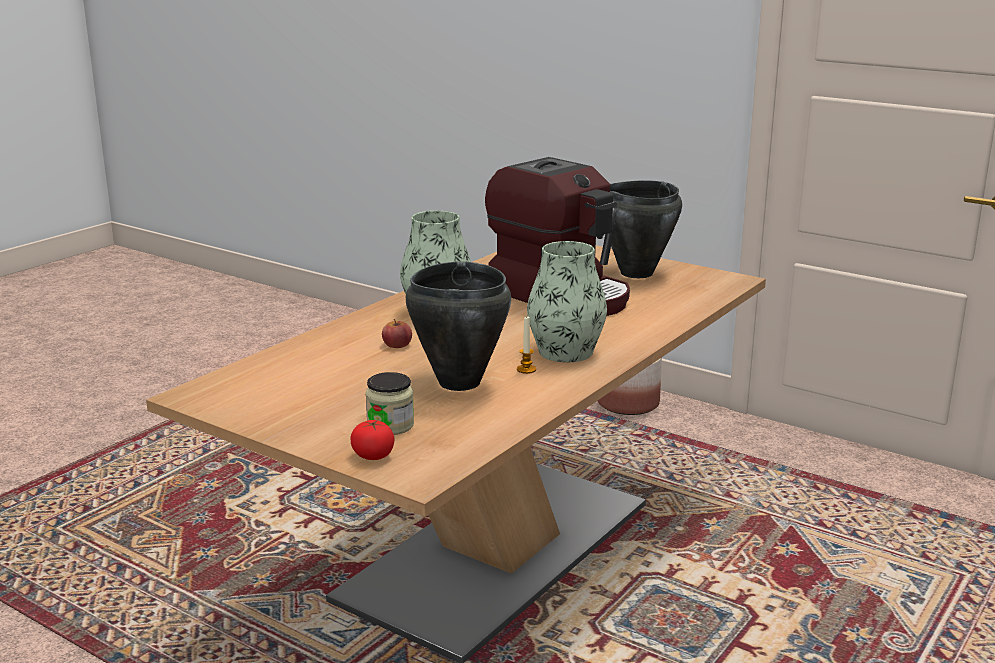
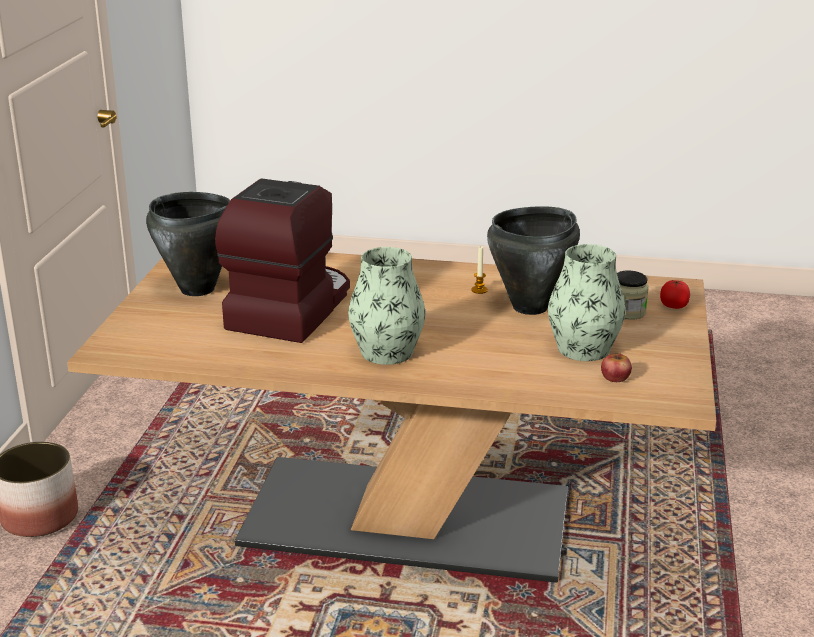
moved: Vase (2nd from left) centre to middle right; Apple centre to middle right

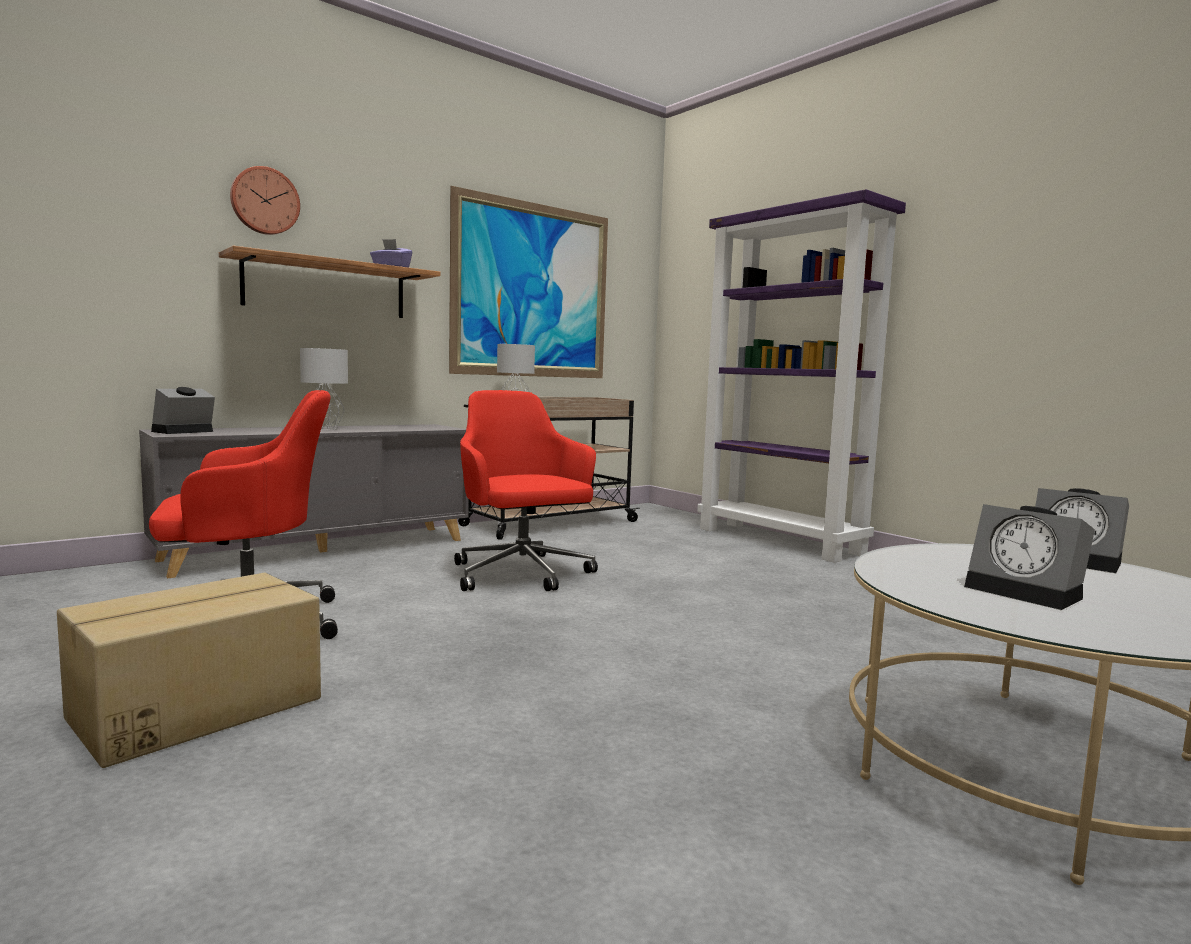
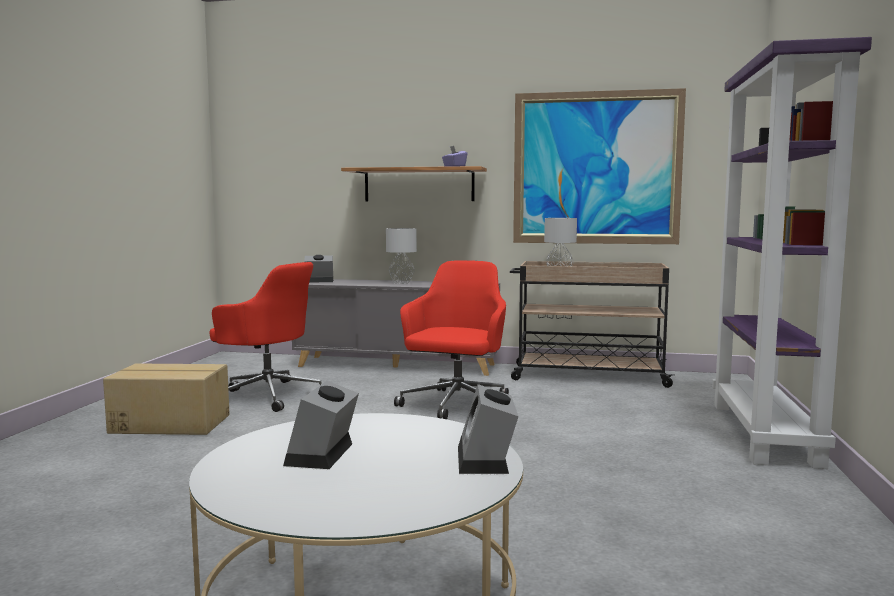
removed: WallClock top left

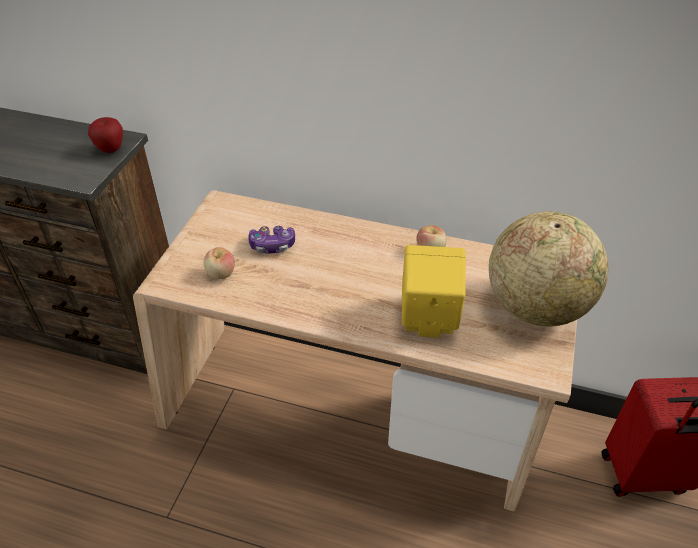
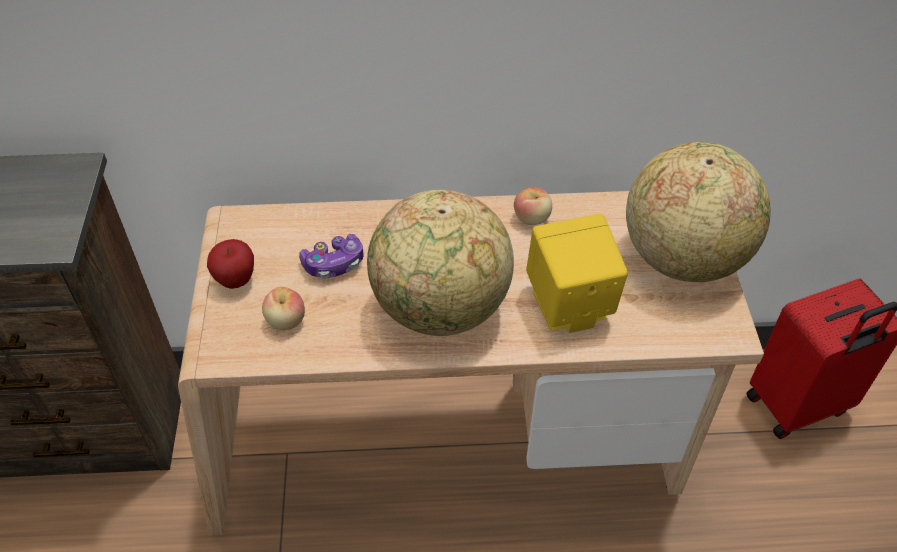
added: Globe (1st from left) centre
moved: Apple (1st from left) top left to middle left

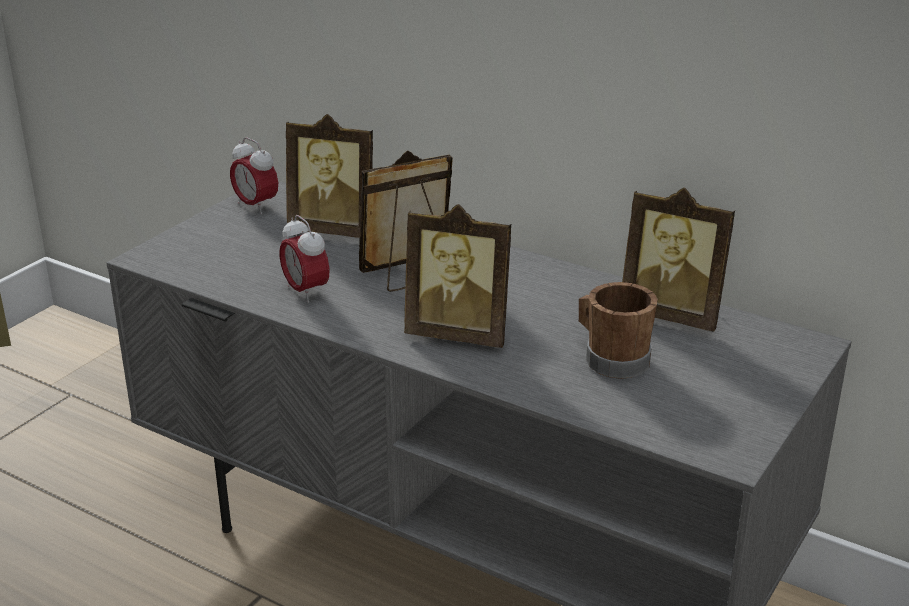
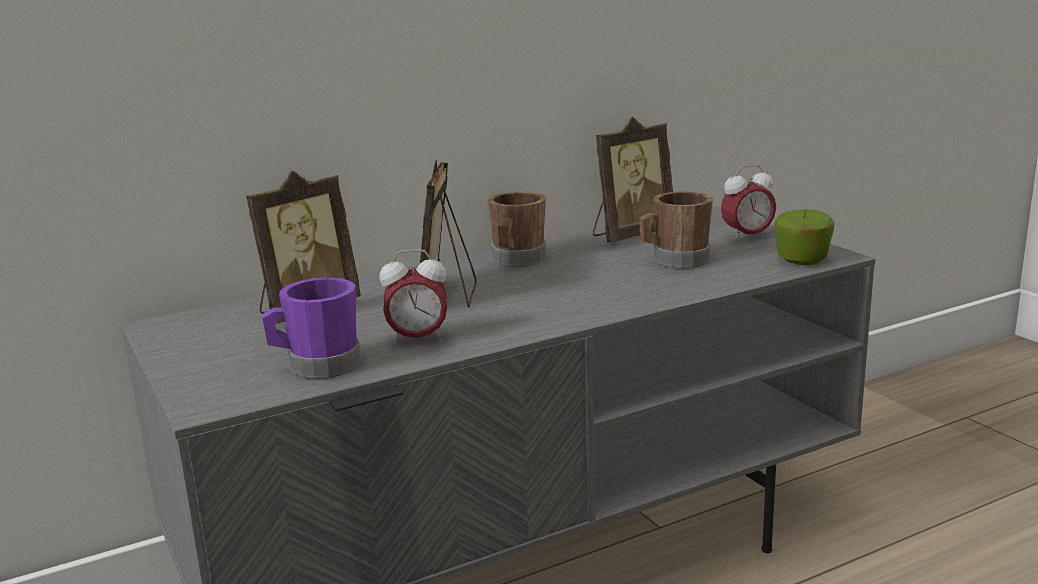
removed: PictureFrame (3rd from left) centre
added: BrownMug (1st from left) centre; Apple middle right; PurpleMug middle left
moved: AlarmClock (1st from left in the first image) top left to AlarmClock (2nd from left) middle right

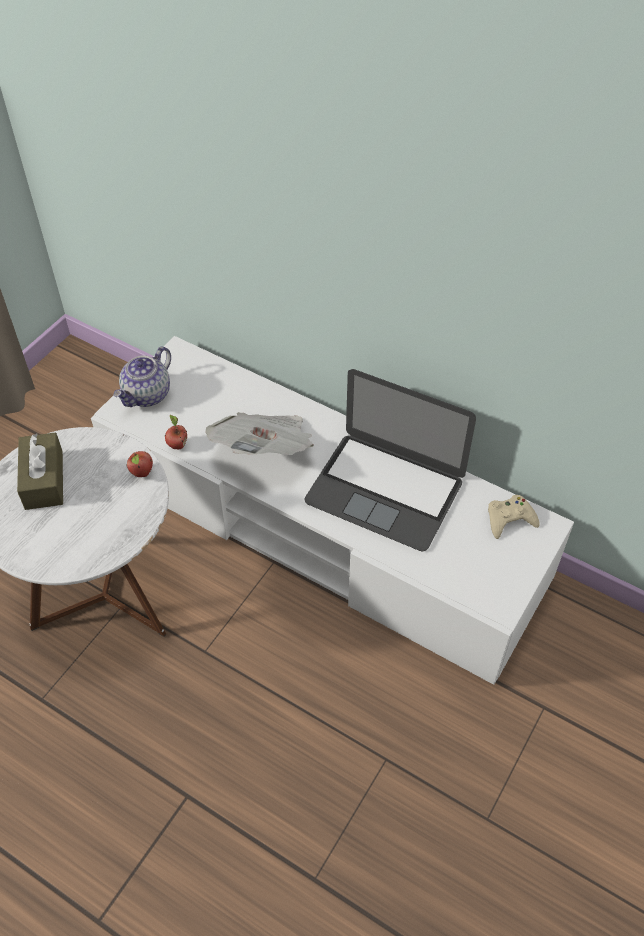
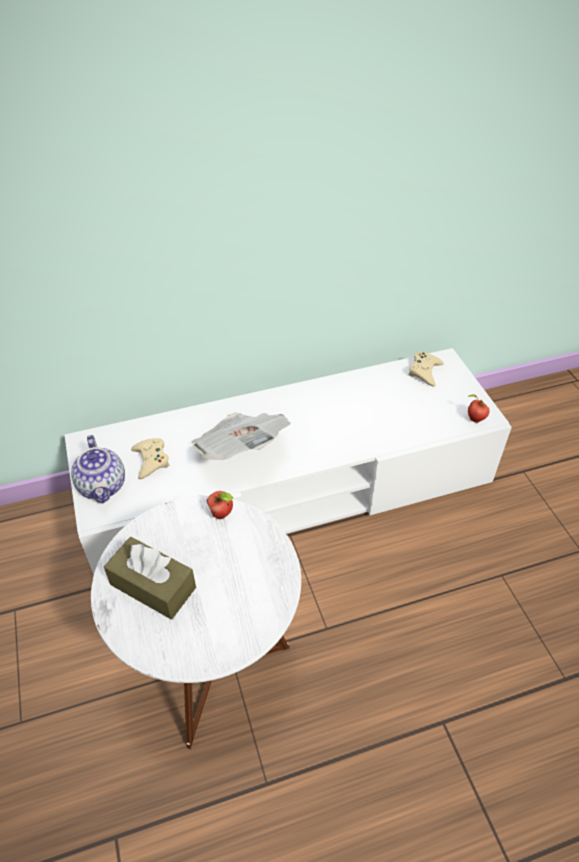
removed: Laptop centre
added: BeigeGameController (1st from left) middle left
moved: Apple (2nd from left) middle left to middle right

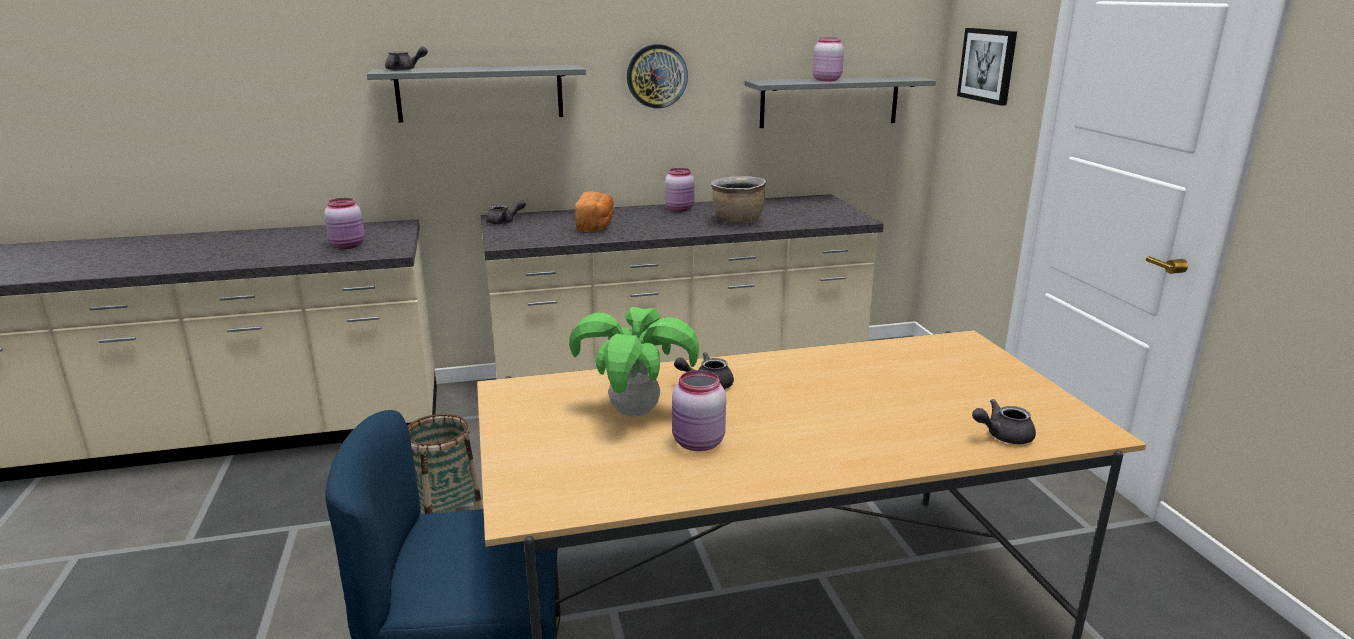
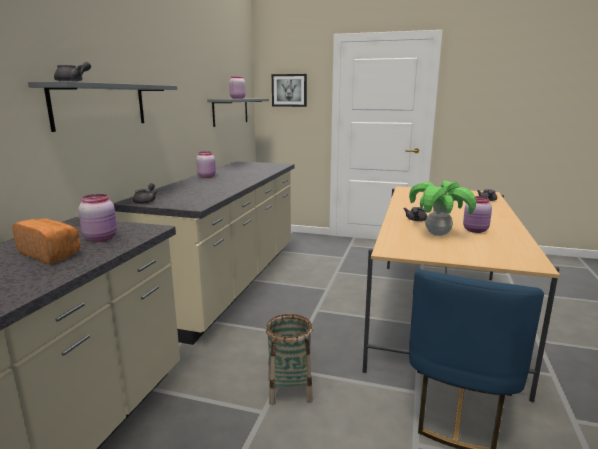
removed: WallClock top centre; BrownCookingPot top centre
moved: Bread top centre to middle left

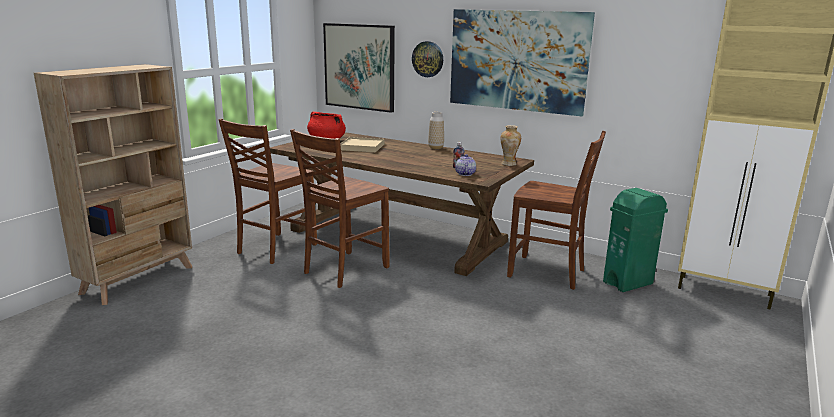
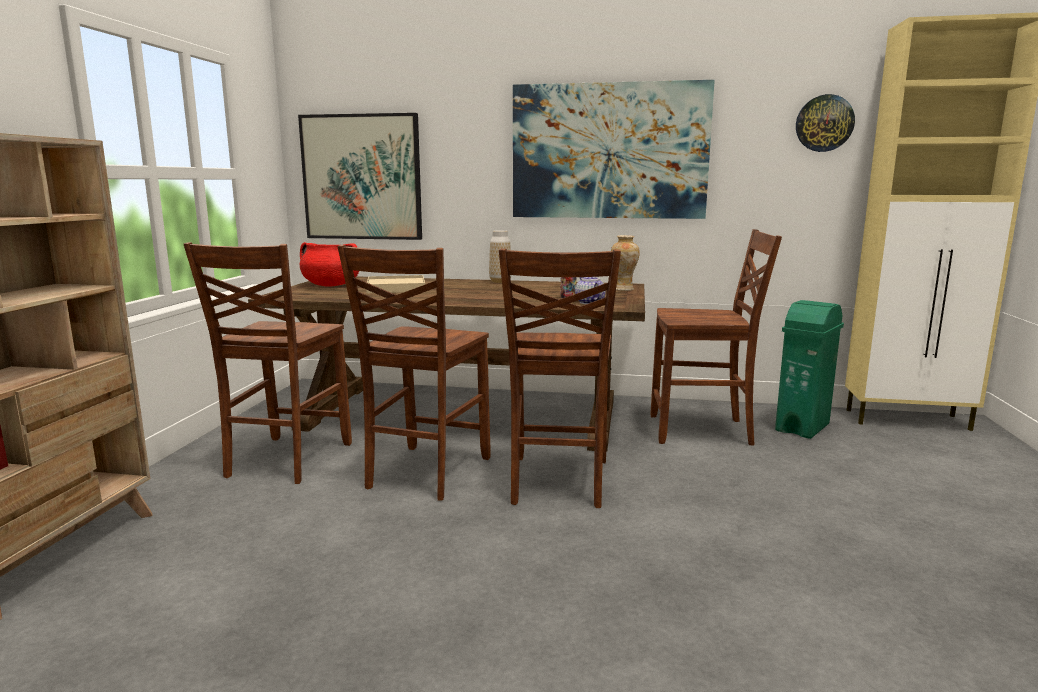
added: BrownChair (3rd from left) centre
moved: WallClock top centre to top right

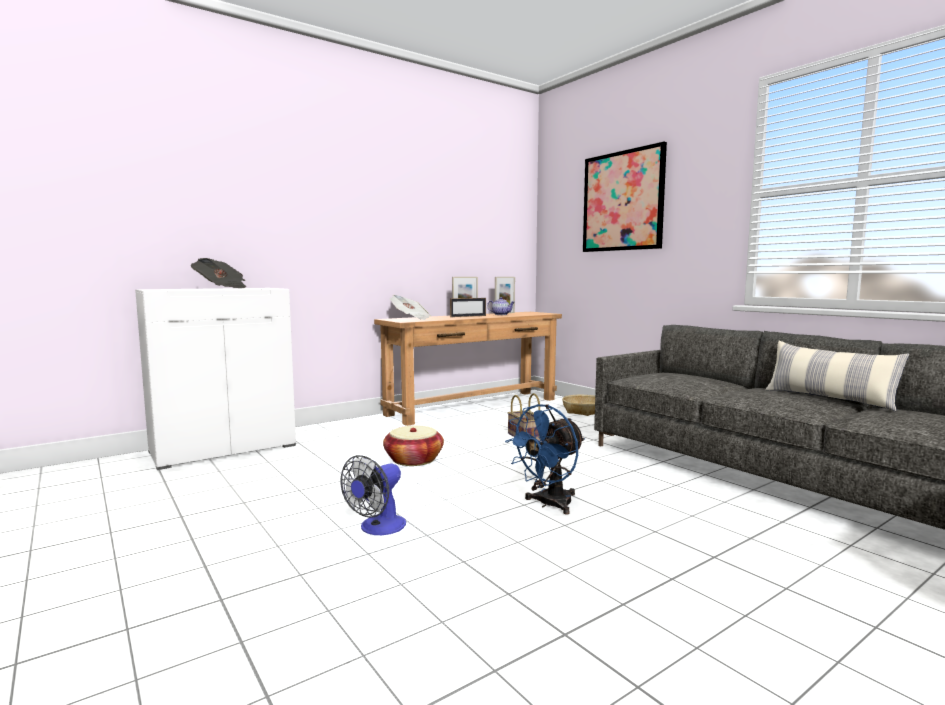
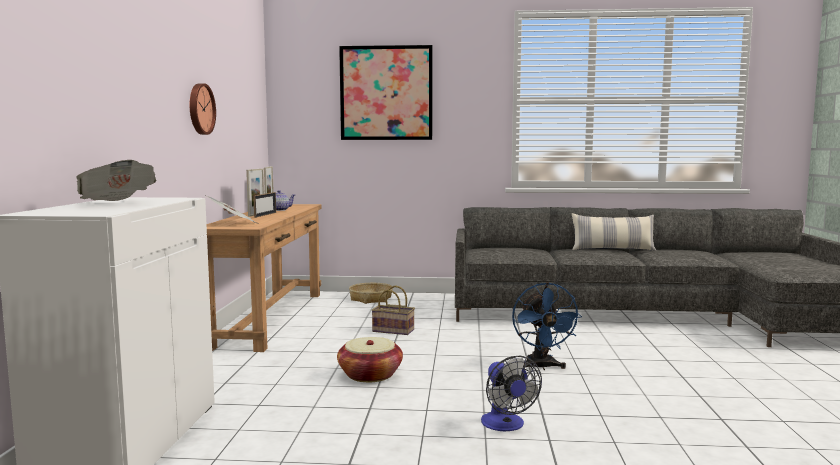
added: WallClock top left

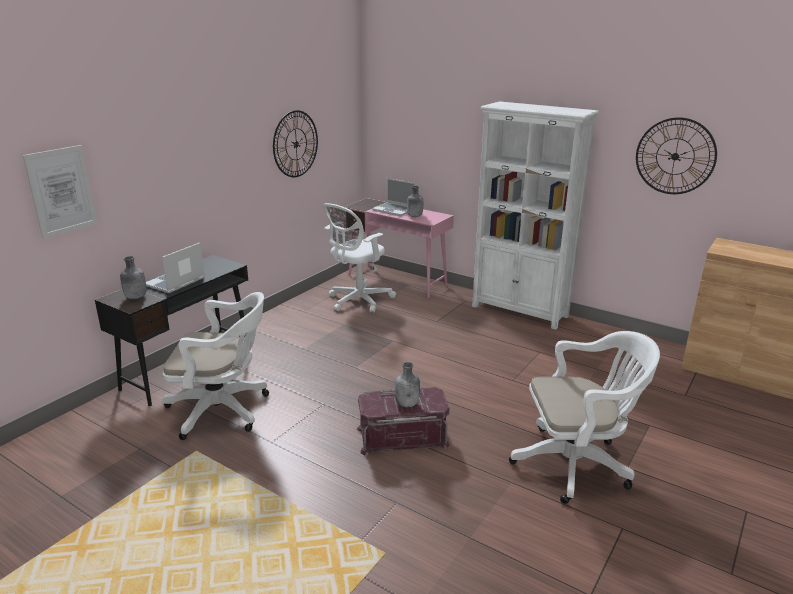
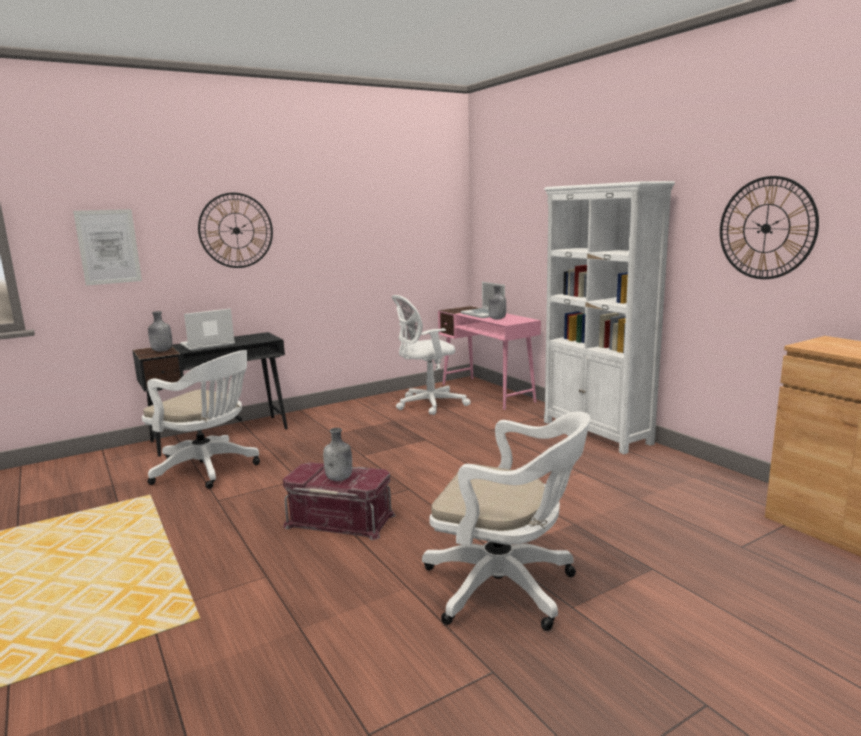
moved: WallClock (1st from left) top centre to top left

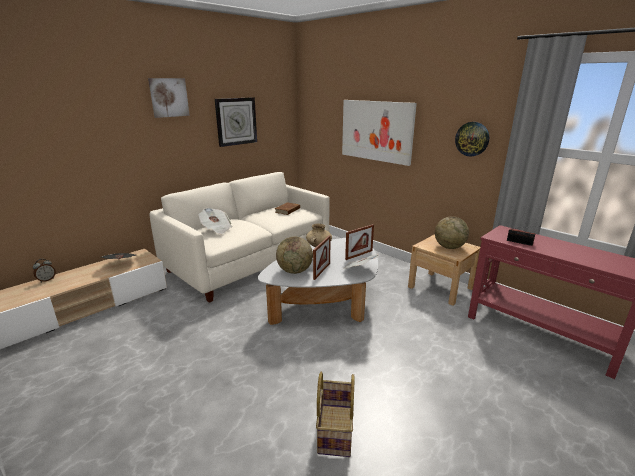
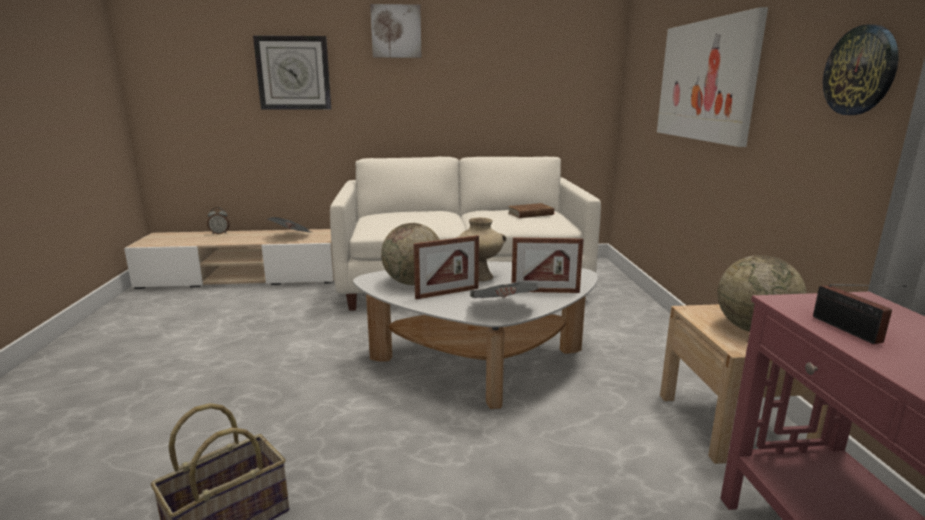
removed: Newspaper (2nd from left) centre
moved: WallClock (1st from left) top centre to top left

